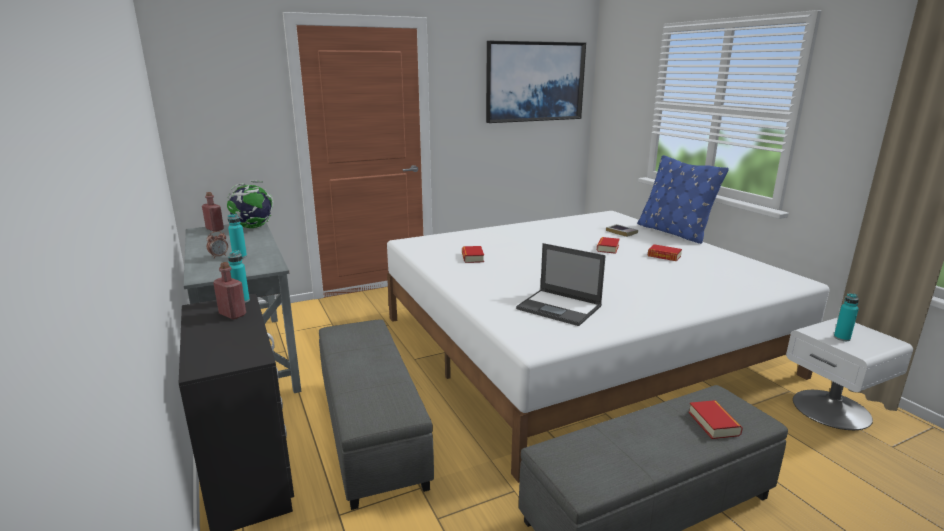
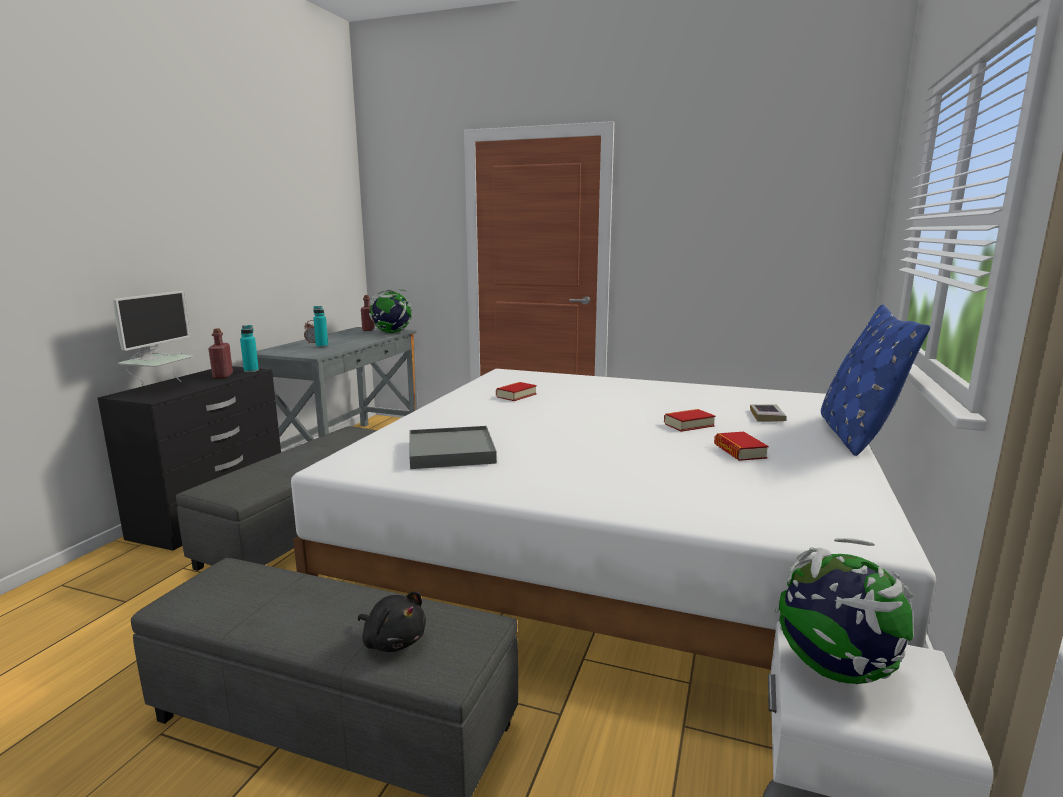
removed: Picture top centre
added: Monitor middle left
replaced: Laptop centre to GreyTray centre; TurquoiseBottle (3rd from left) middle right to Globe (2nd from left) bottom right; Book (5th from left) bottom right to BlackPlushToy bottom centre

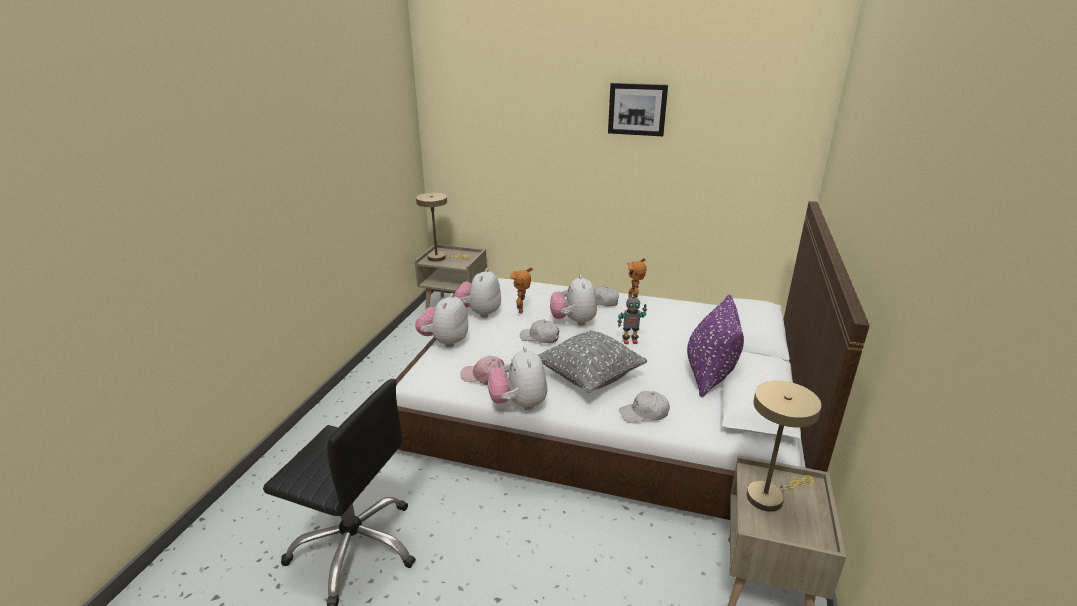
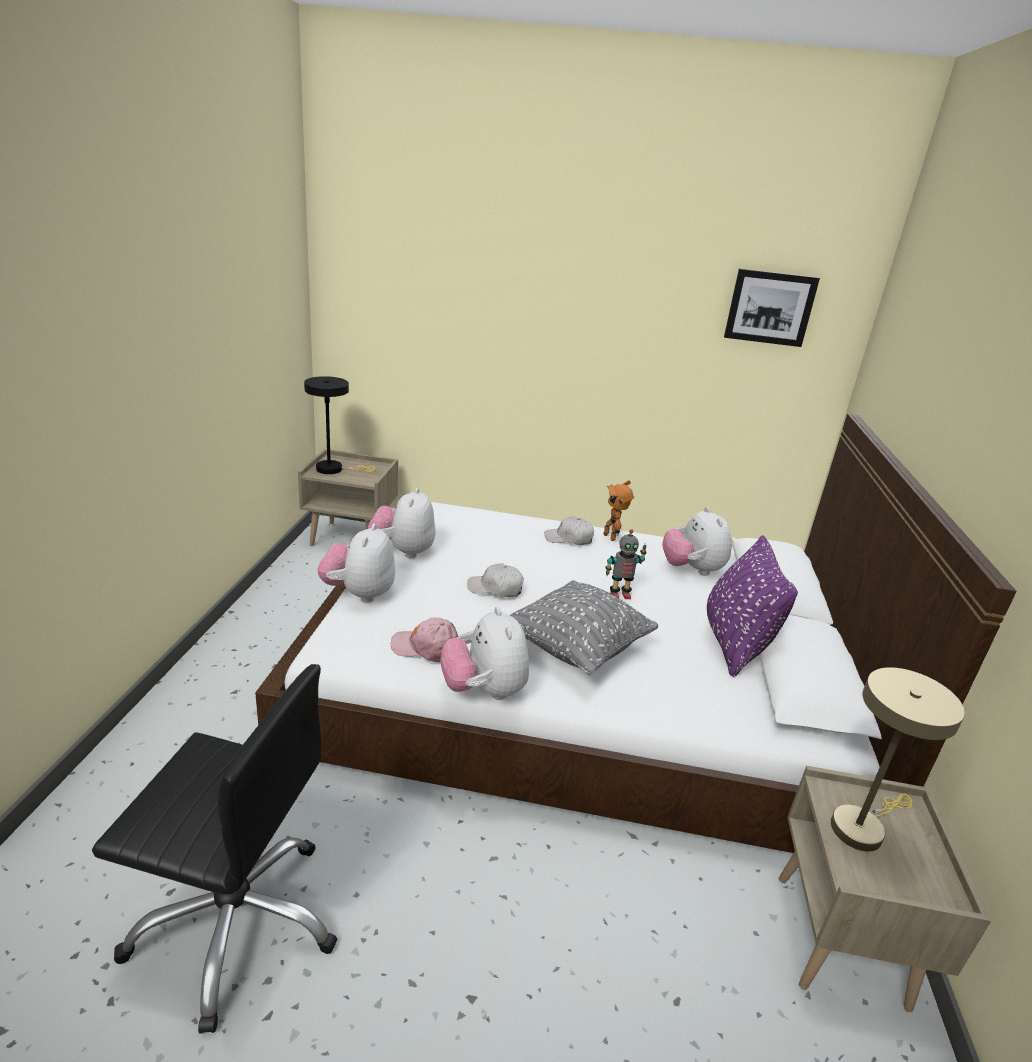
removed: ToyRobot (1st from left) centre; WhiteCap (3rd from left) bottom centre
moved: Picture top centre to top right; PlushToy (4th from left) centre to middle right
recoloured: BeigeTableLamp (1st from left) centre to BlackTableLamp middle left

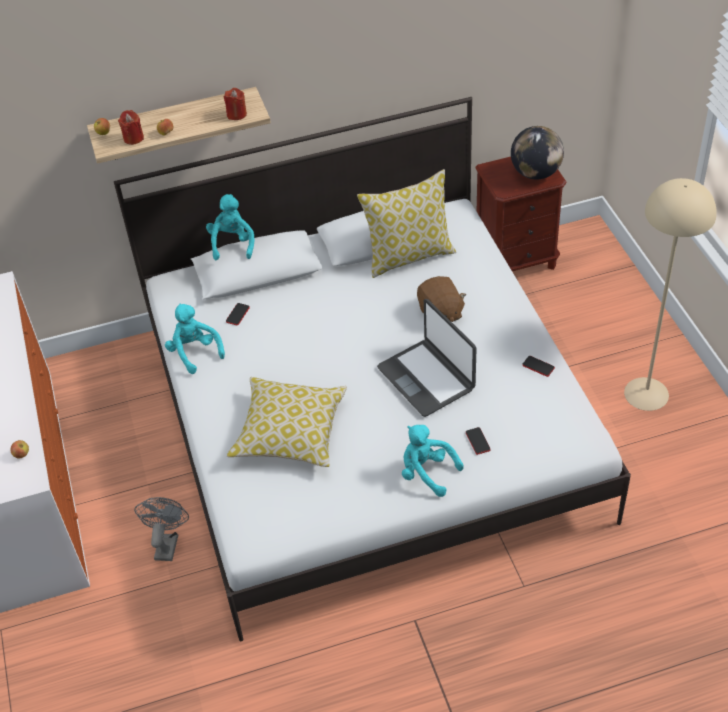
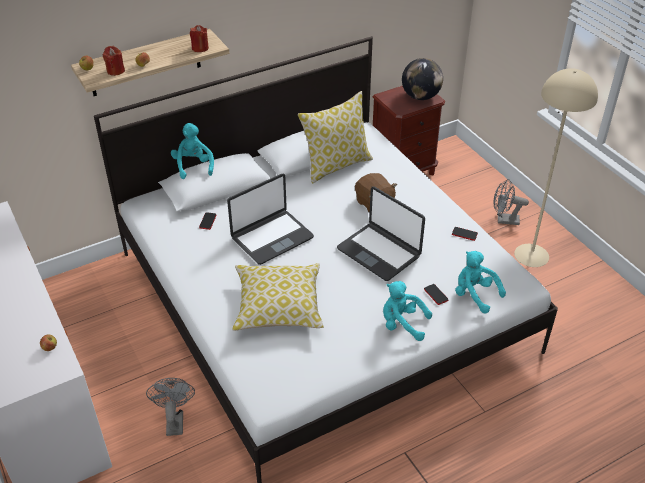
added: Laptop (1st from left) centre; GreyFan (2nd from left) middle right
moved: TurquoisePlushToy (1st from left in the first image) middle left to TurquoisePlushToy (3rd from left) middle right

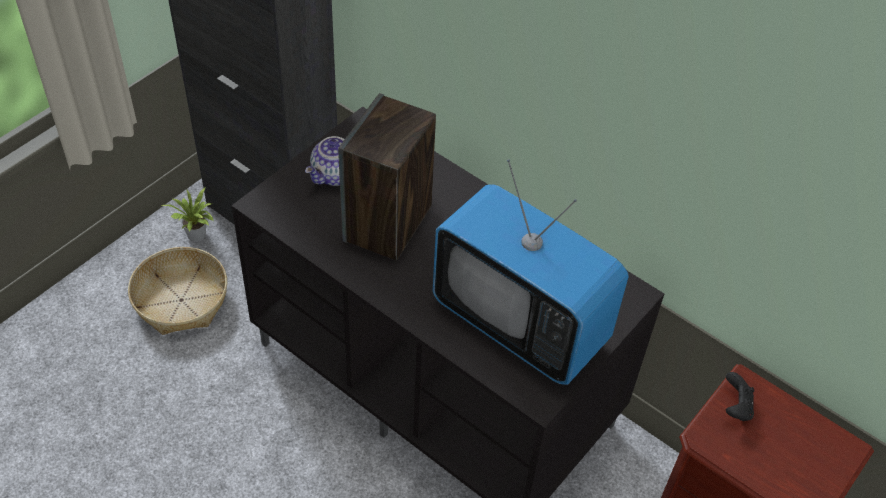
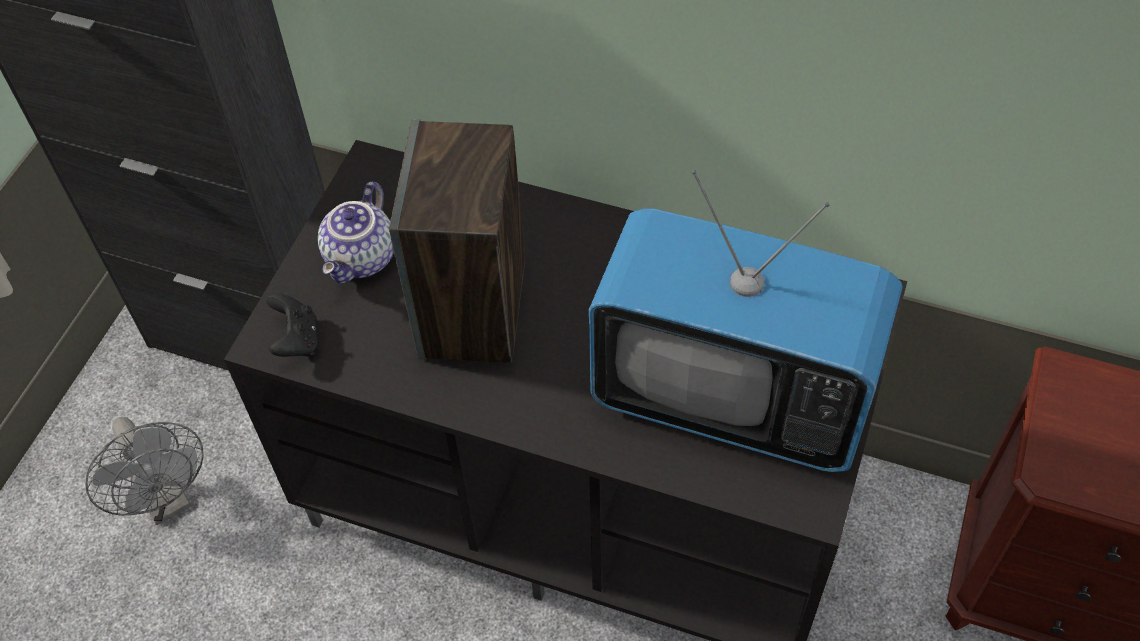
removed: PottedPlant middle left
moved: BlackGameController bottom right to middle left
replaced: Basket middle left to GreyFan bottom left

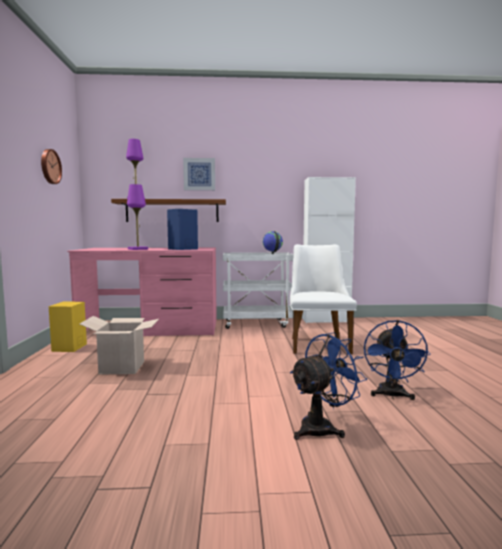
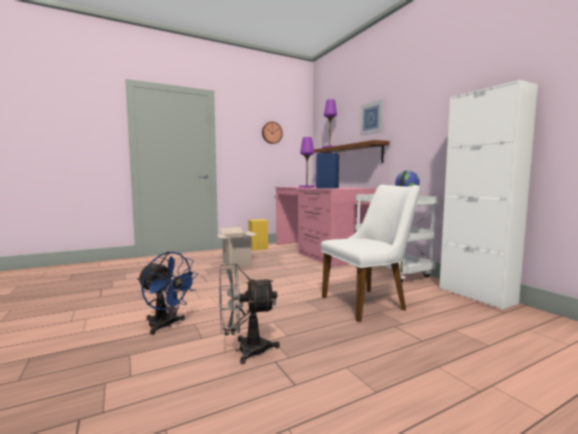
recoloured: BlueFan (2nd from left) middle right to GreyFan bottom centre

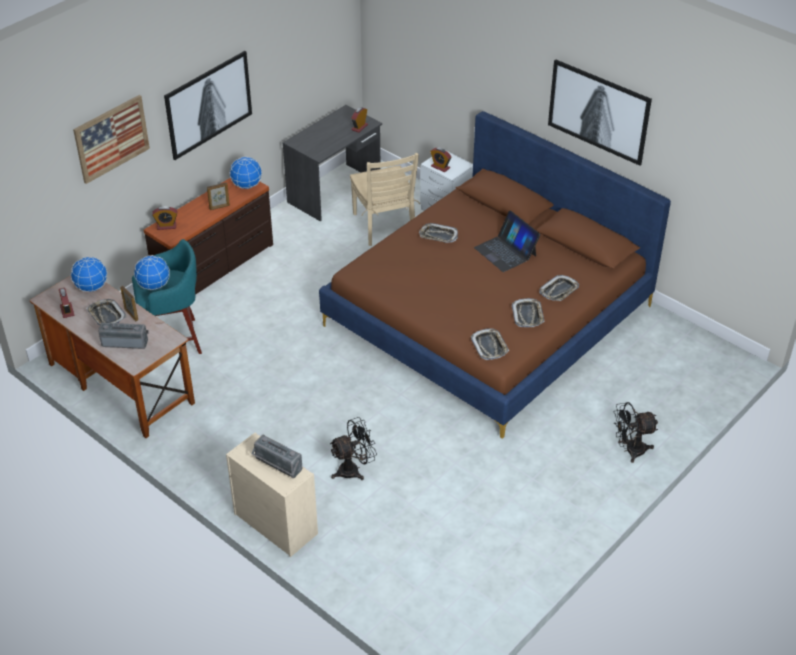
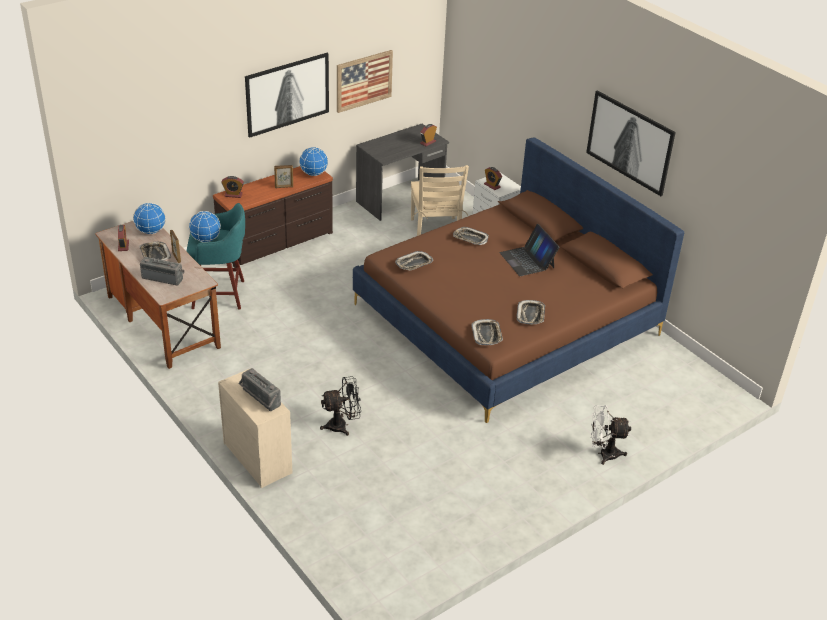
moved: Picture (1st from left in the first image) top left to Picture (2nd from left) top centre; Tray (5th from left in the first image) middle right to Tray (2nd from left) centre
recoloured: BlackFan (2nd from left) middle right to WhiteFan bottom right

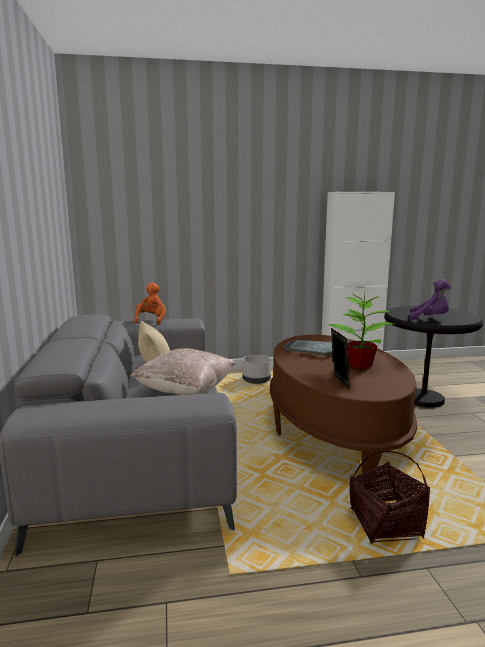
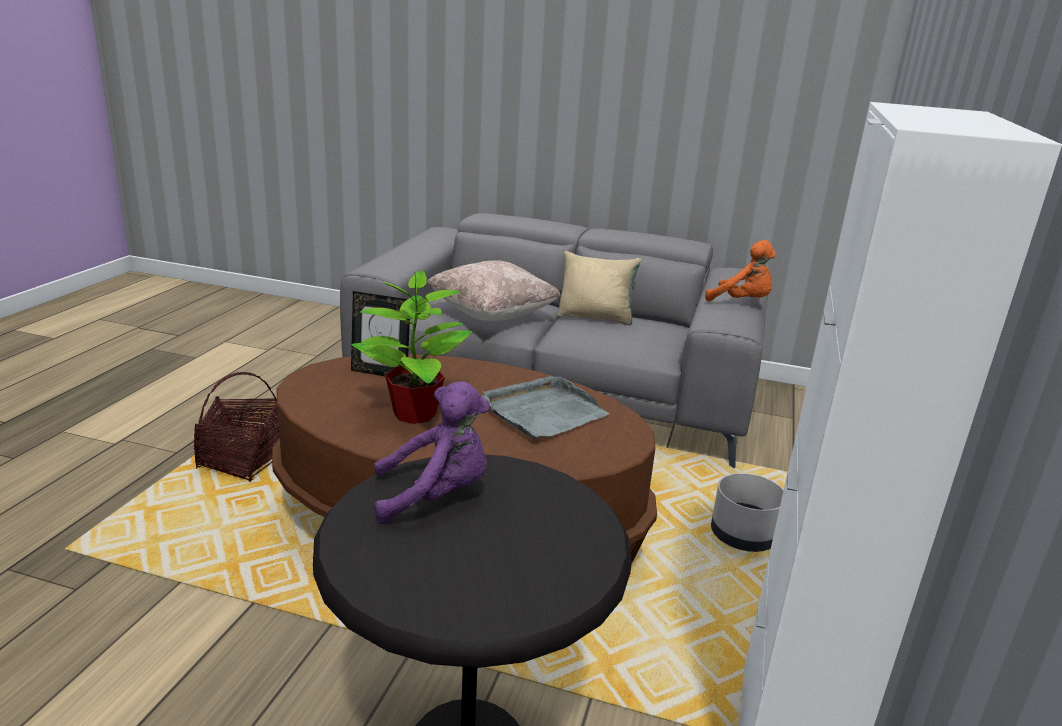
turned: PurplePlushToy middle right = centre 150 degrees counterclockwise

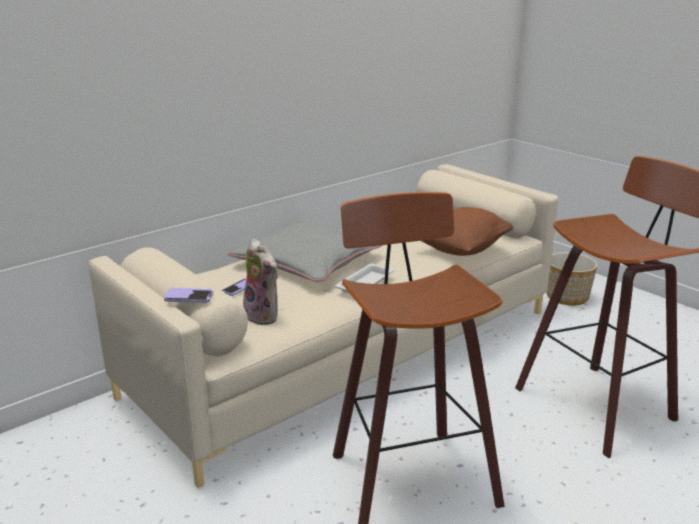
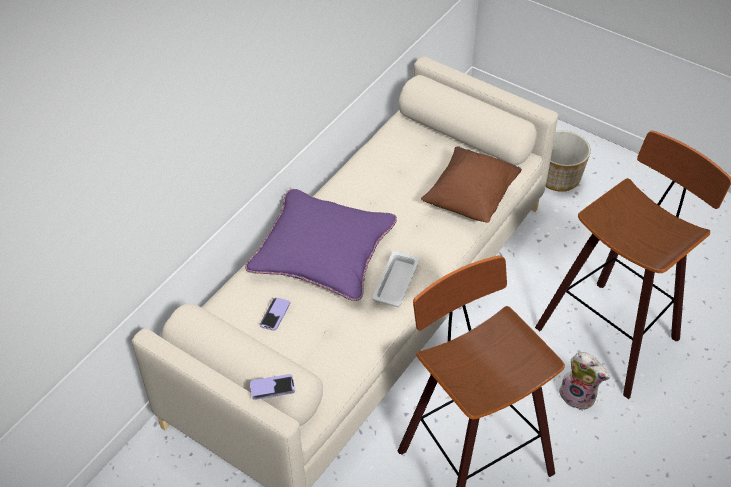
moved: PlushToy centre to bottom right
recoloured: GreyPillow centre to PurplePillow centre

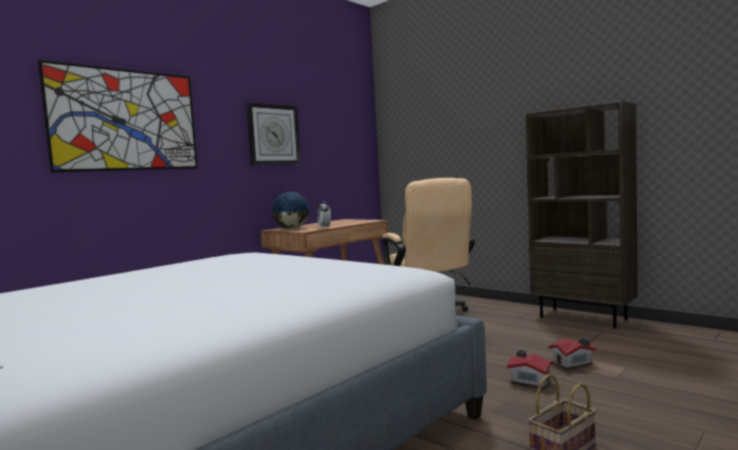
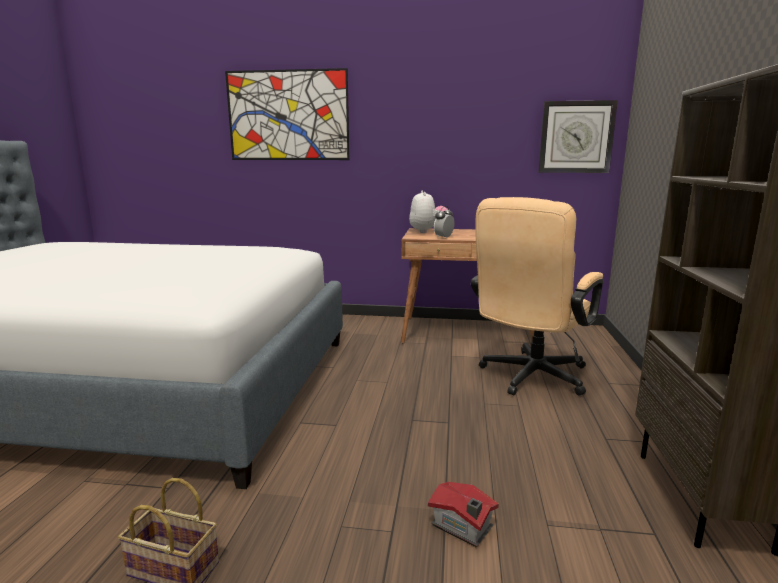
removed: ToyHouse (1st from left) bottom right
moved: WallClock top centre to top right
replaced: Globe centre to PlushToy centre

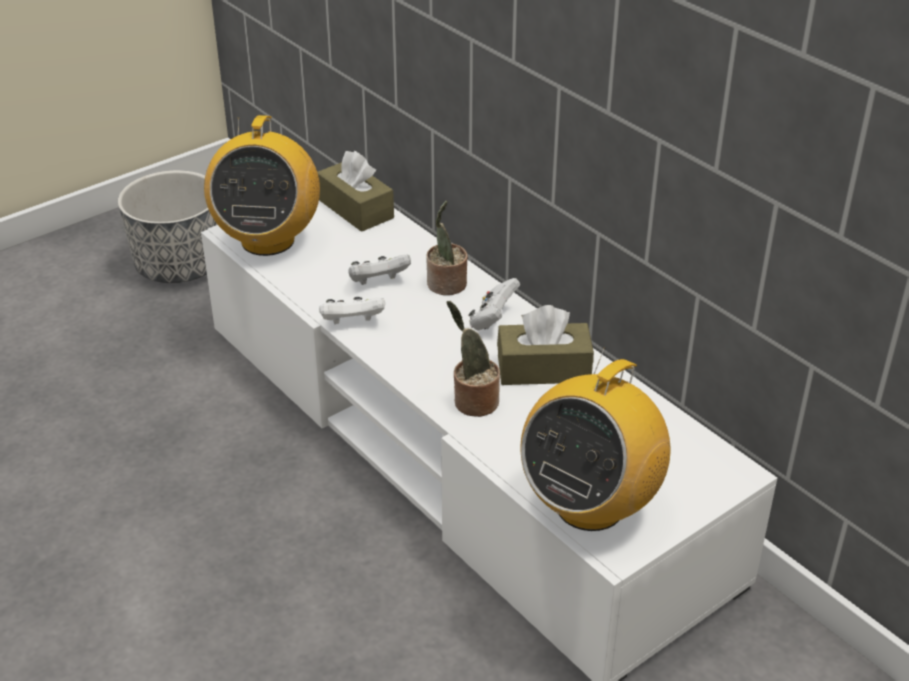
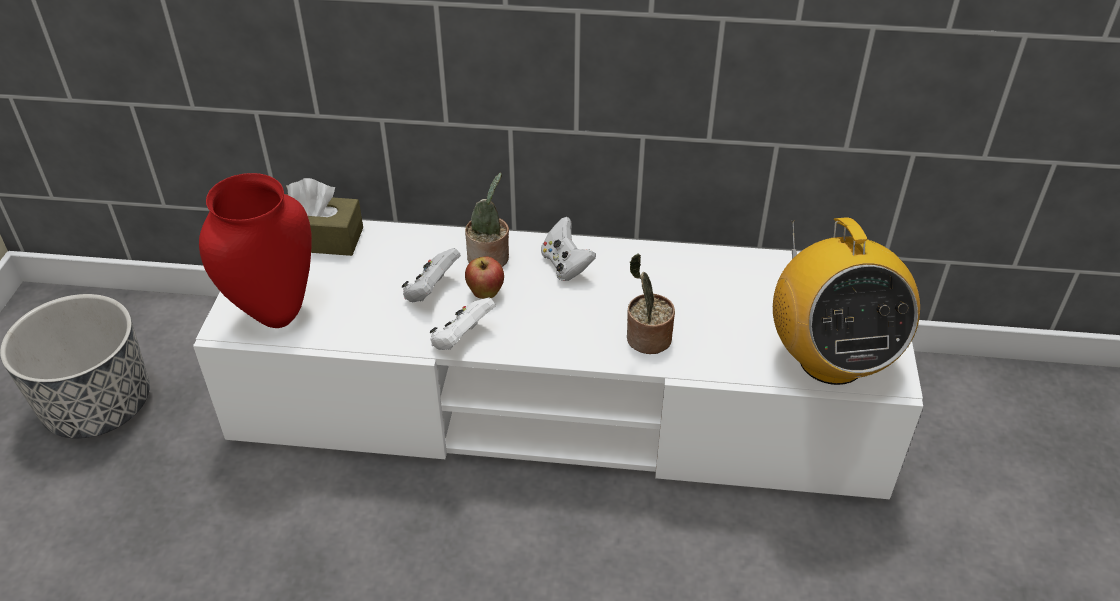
removed: BrownTissueBox (2nd from left) centre
added: Apple centre
replaced: Radio (1st from left) top left to RedVase middle left

